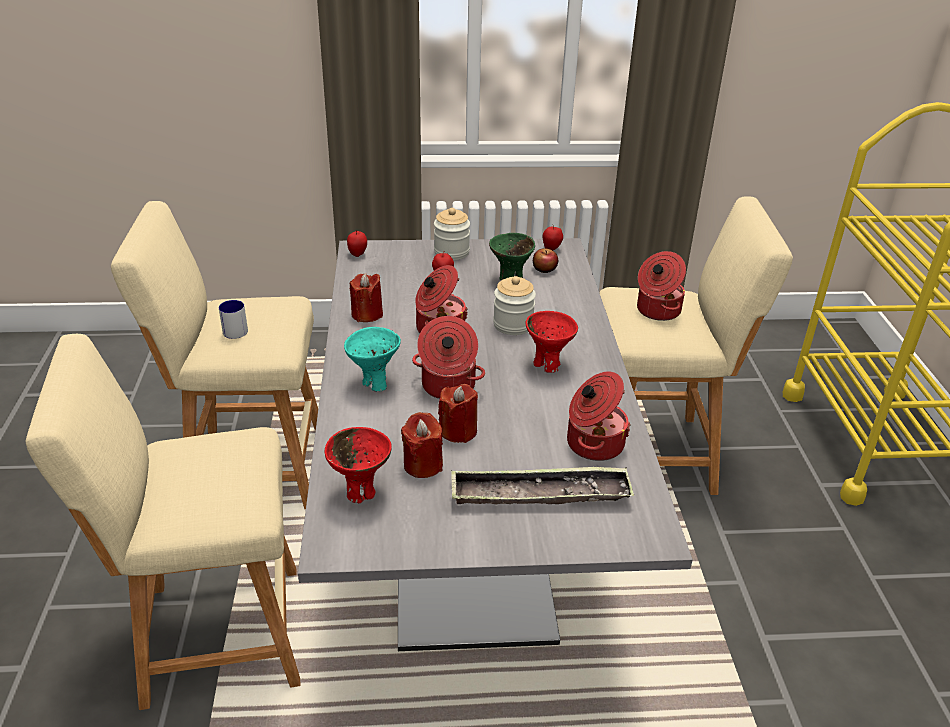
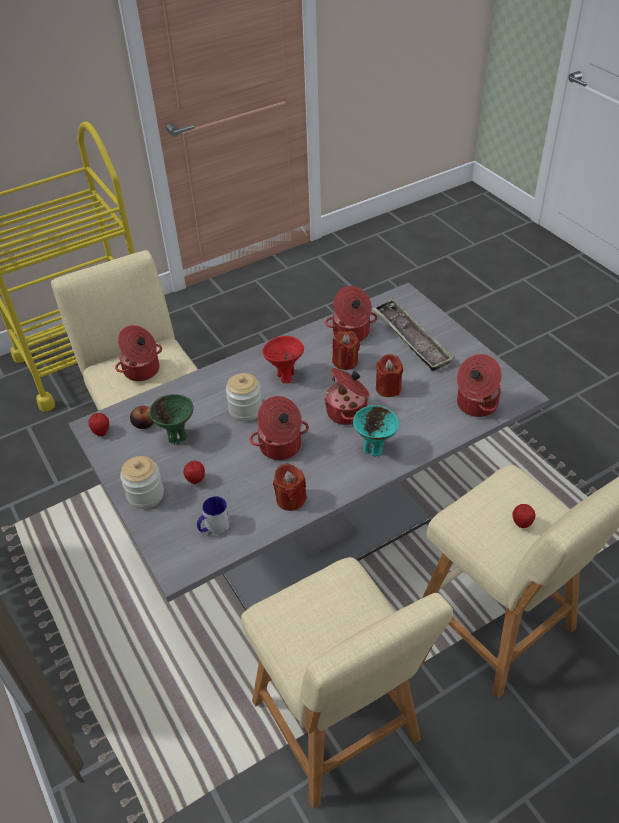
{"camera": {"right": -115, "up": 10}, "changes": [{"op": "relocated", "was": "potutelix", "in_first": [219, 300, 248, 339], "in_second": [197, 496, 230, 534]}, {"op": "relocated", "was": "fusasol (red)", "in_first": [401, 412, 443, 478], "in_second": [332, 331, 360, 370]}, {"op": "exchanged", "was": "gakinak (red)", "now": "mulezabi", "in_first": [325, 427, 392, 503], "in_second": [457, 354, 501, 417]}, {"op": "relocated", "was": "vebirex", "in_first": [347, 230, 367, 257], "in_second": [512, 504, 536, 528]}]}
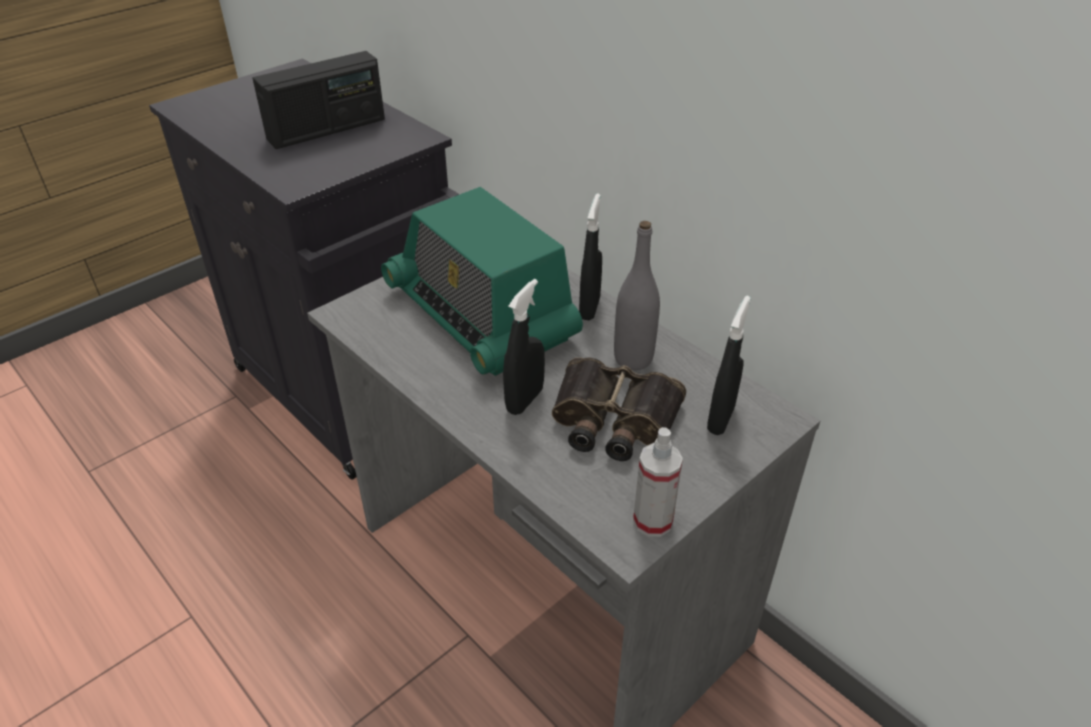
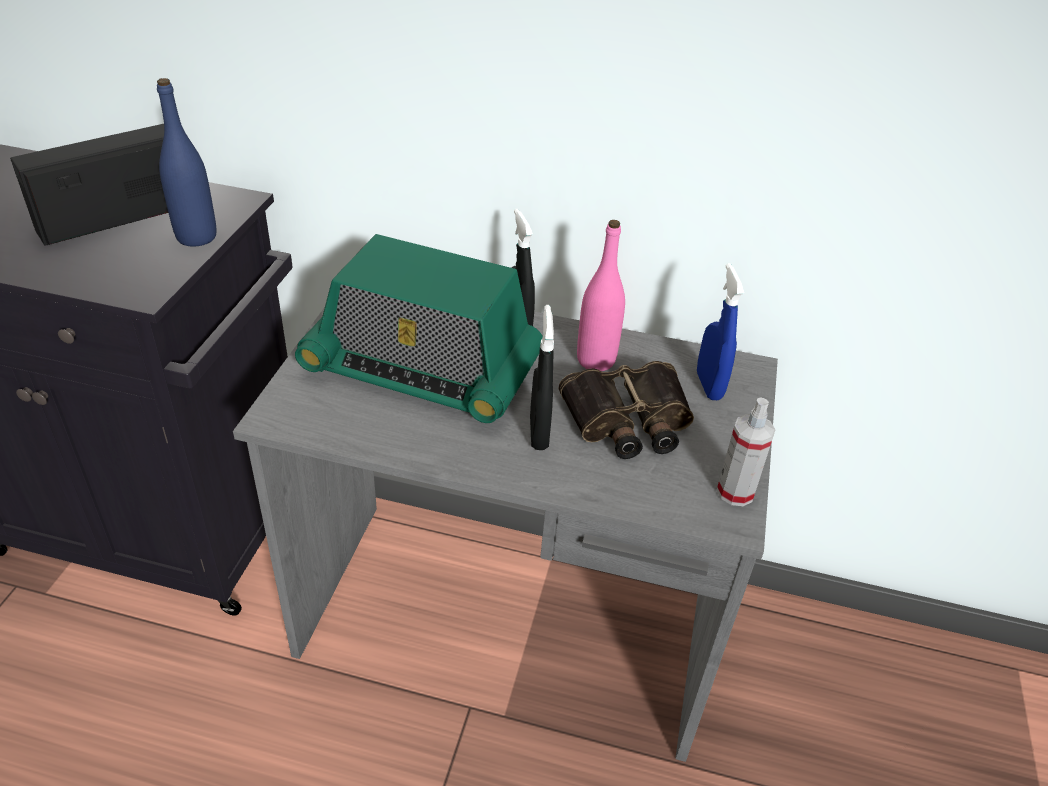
{"camera": {"right": -35, "up": 0}, "changes": [{"op": "spun", "was": "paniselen", "in_first": [252, 51, 385, 149], "in_second": [10, 124, 168, 246], "clockwise": -150}, {"op": "appeared", "now": "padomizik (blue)", "in_second": [157, 78, 217, 247]}, {"op": "colour", "was": "padomizik (grey)", "now": "padomizik (pink)", "in_first": [614, 221, 660, 370], "in_second": [577, 220, 625, 371]}, {"op": "colour", "was": "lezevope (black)", "now": "lezevope (blue)", "in_first": [707, 296, 751, 435], "in_second": [697, 263, 744, 400]}]}
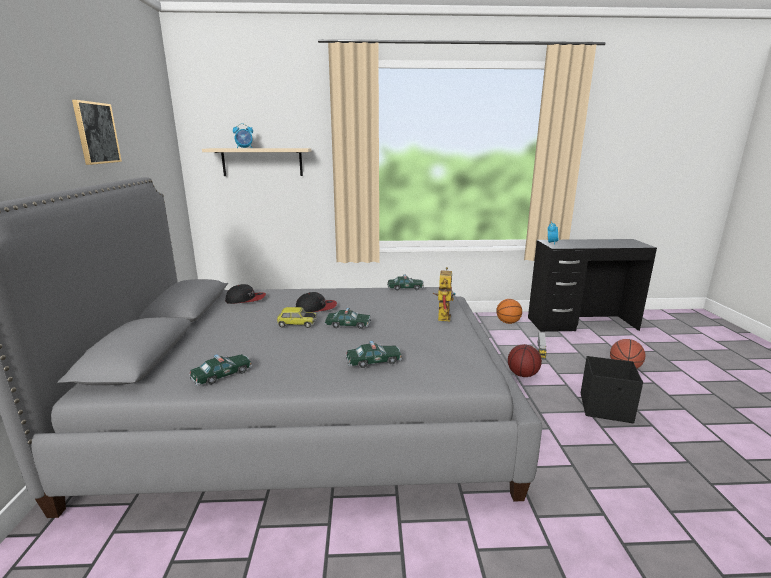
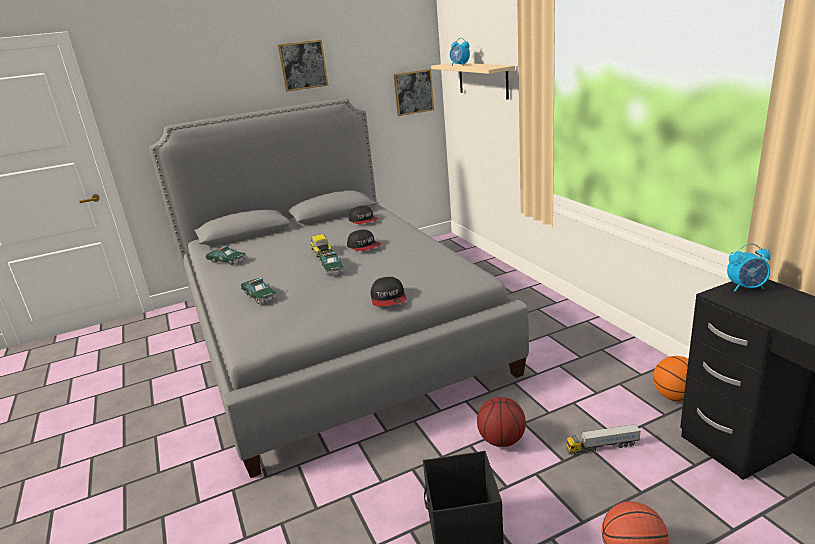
{"camera": {"right": 70, "up": 5}, "changes": [{"op": "exchanged", "was": "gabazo", "now": "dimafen", "in_first": [433, 267, 456, 321], "in_second": [371, 277, 406, 306]}, {"op": "appeared", "now": "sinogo", "in_second": [394, 69, 434, 116]}, {"op": "missing", "was": "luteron", "in_first": [387, 275, 424, 291]}]}
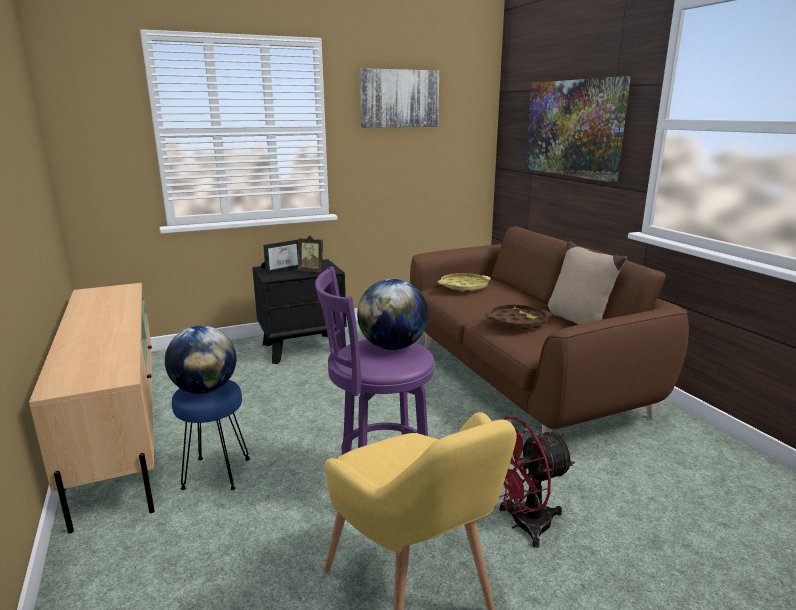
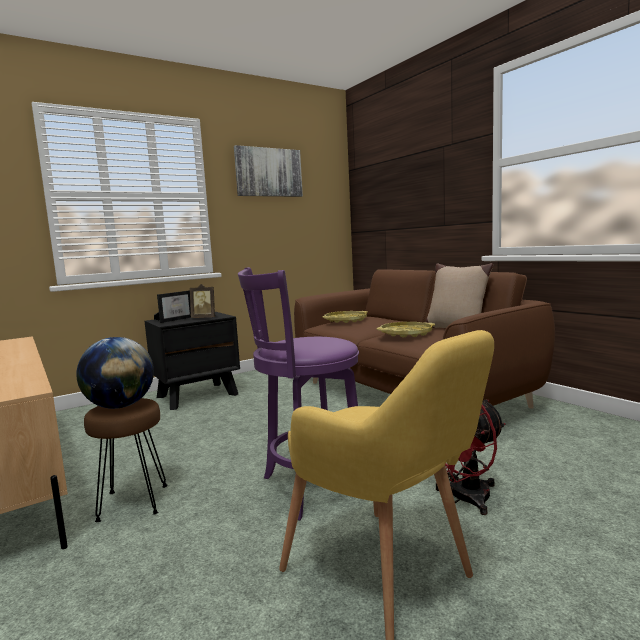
{"camera": {"right": -10, "up": -10}, "changes": [{"op": "colour", "was": "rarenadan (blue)", "now": "rarenadan (brown)", "in_first": [172, 380, 250, 490], "in_second": [84, 398, 167, 522]}, {"op": "colour", "was": "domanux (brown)", "now": "domanux (yellow)", "in_first": [485, 304, 552, 330], "in_second": [377, 322, 435, 338]}, {"op": "missing", "was": "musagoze", "in_first": [357, 279, 428, 350]}, {"op": "missing", "was": "sinogo", "in_first": [525, 76, 631, 182]}]}
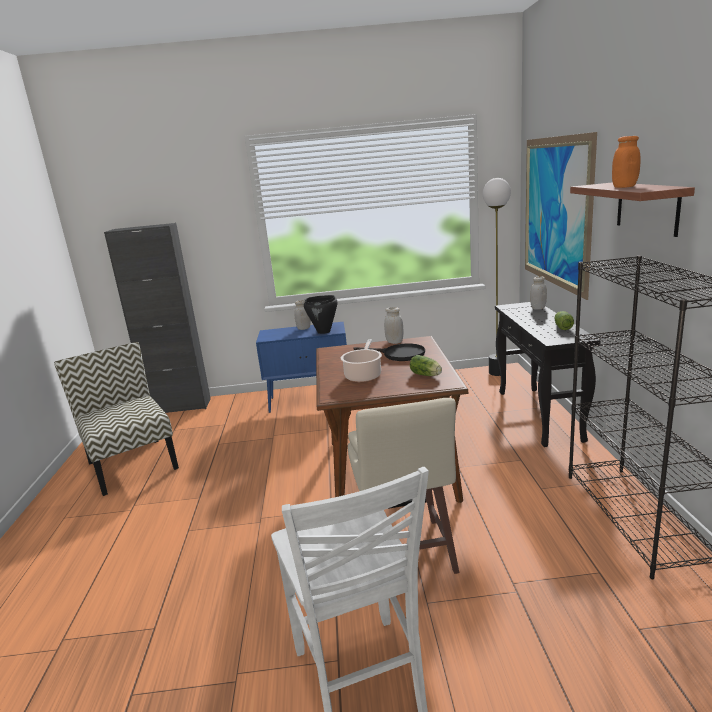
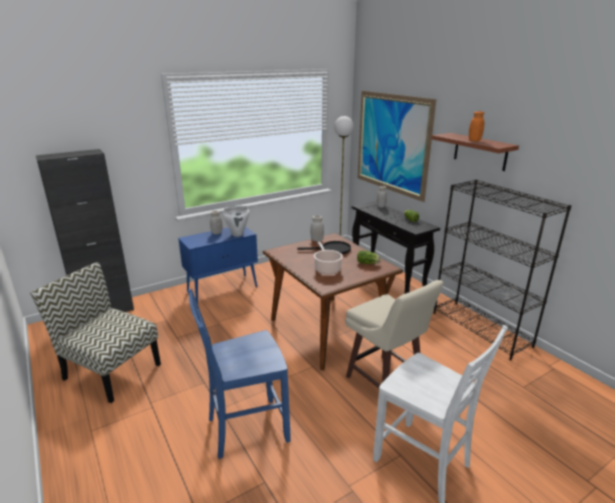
{"camera": {"right": -30, "up": 5}, "changes": [{"op": "appeared", "now": "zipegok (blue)", "in_second": [188, 289, 291, 459]}, {"op": "colour", "was": "mulezabi (black)", "now": "mulezabi (white)", "in_first": [304, 295, 337, 334], "in_second": [223, 206, 249, 237]}]}
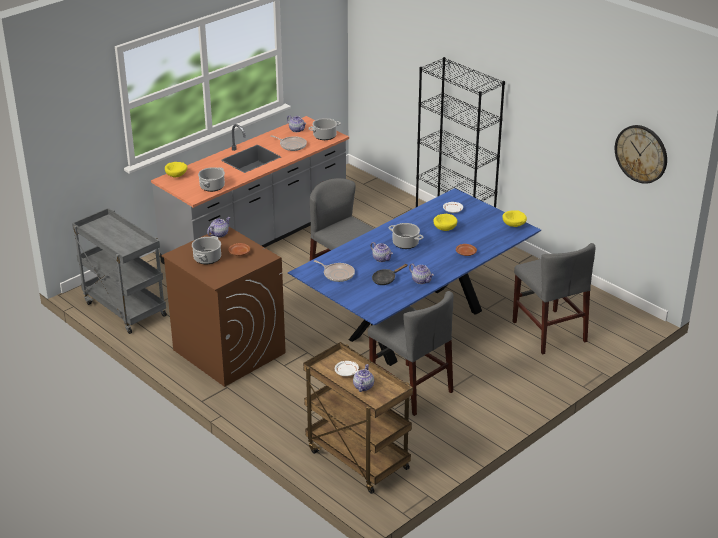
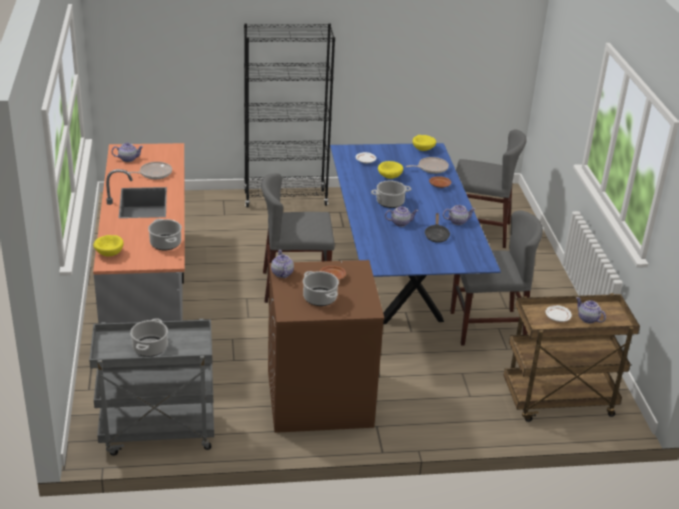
{"camera": {"right": -55, "up": 0}, "changes": [{"op": "relocated", "was": "mulezabi", "in_first": [308, 118, 341, 140], "in_second": [130, 318, 168, 357]}, {"op": "relocated", "was": "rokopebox", "in_first": [314, 260, 355, 282], "in_second": [405, 157, 449, 174]}, {"op": "missing", "was": "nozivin", "in_first": [615, 125, 667, 184]}]}
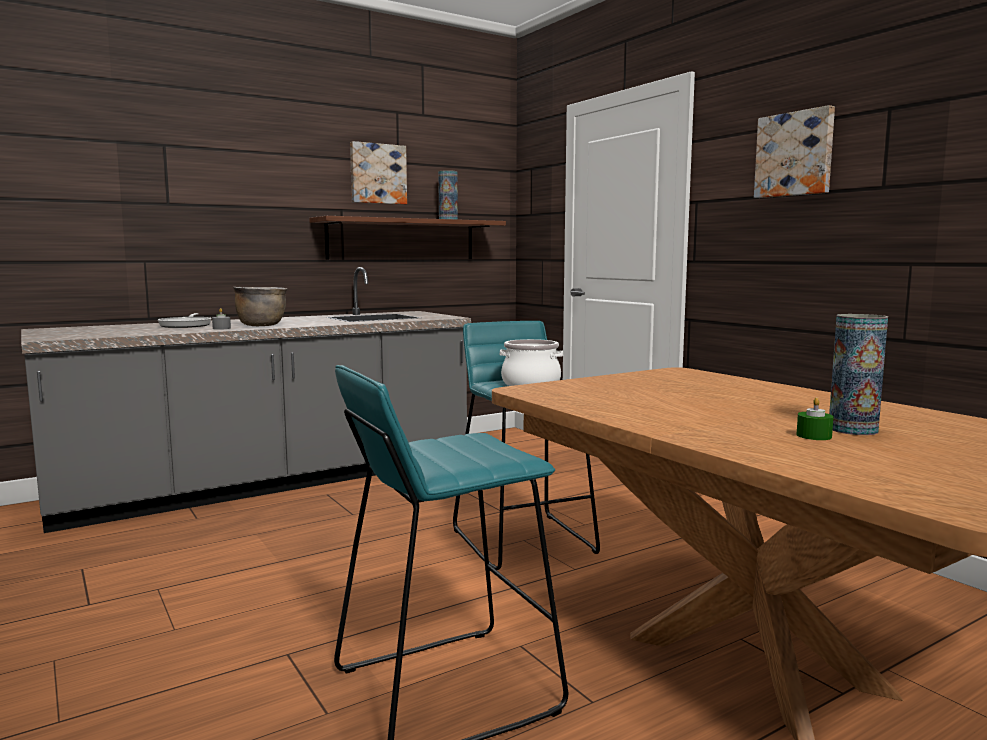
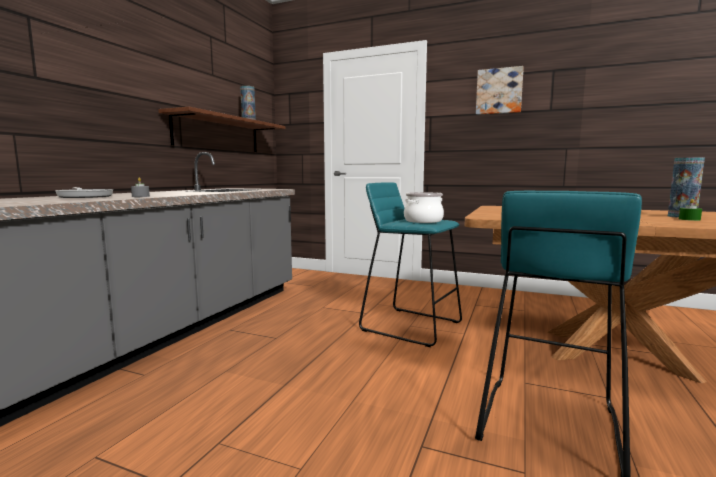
{"camera": {"right": -35, "up": 0}, "changes": [{"op": "missing", "was": "mulezabi (brown)", "in_first": [233, 287, 287, 326]}, {"op": "missing", "was": "sinogo", "in_first": [350, 141, 407, 205]}]}
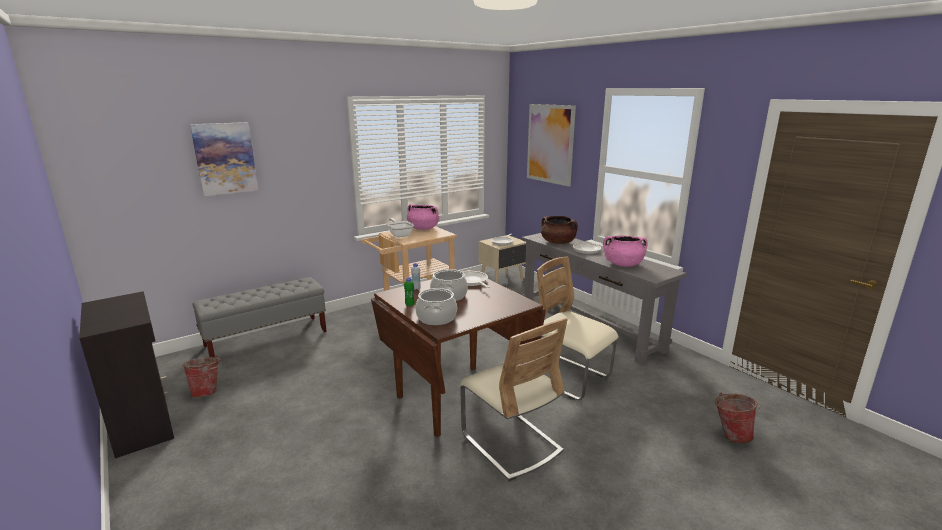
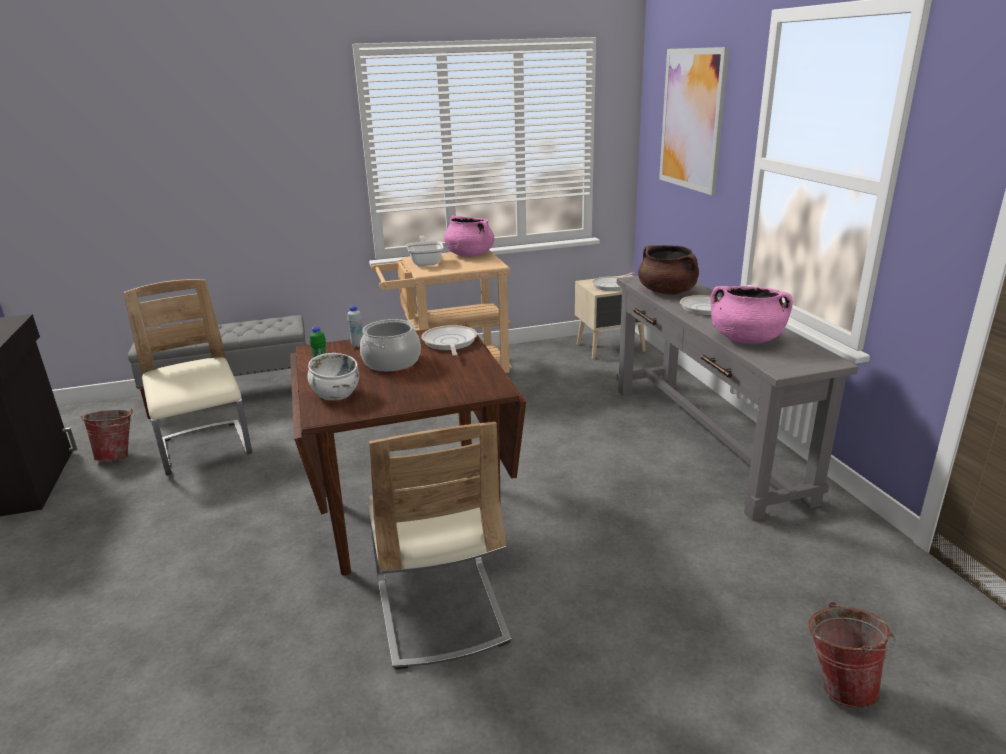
{"camera": {"right": 20, "up": 5}, "changes": [{"op": "relocated", "was": "zipegok (beige)", "in_first": [537, 257, 618, 400], "in_second": [124, 279, 252, 476]}, {"op": "exchanged", "was": "mulezabi", "now": "gakinak (white)", "in_first": [415, 288, 457, 325], "in_second": [307, 353, 359, 401]}, {"op": "missing", "was": "sinogo", "in_first": [190, 122, 258, 196]}]}
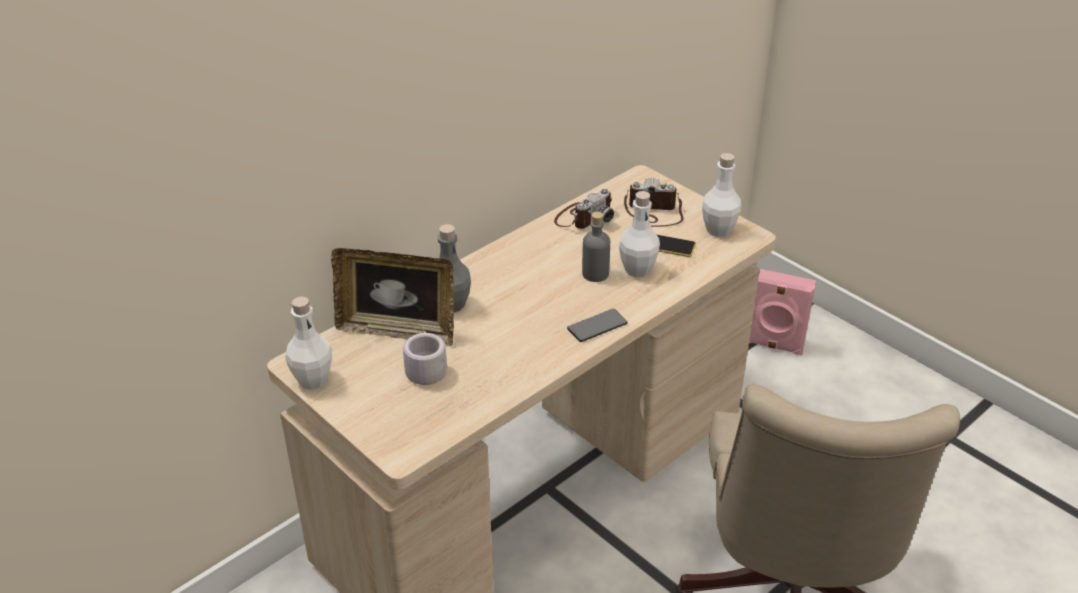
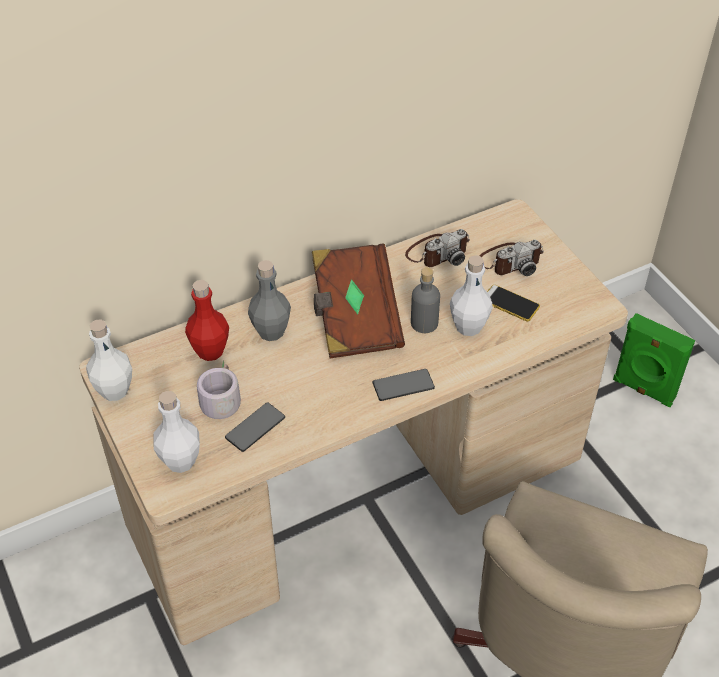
{"camera": {"right": 15, "up": 10}, "changes": [{"op": "relocated", "was": "padomizik (white)", "in_first": [702, 153, 741, 237], "in_second": [153, 391, 200, 473]}, {"op": "exchanged", "was": "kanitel", "now": "padomizik (red)", "in_first": [331, 248, 454, 346], "in_second": [185, 280, 229, 361]}, {"op": "appeared", "now": "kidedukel", "in_second": [225, 403, 285, 452]}, {"op": "appeared", "now": "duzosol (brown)", "in_second": [312, 244, 405, 358]}, {"op": "spun", "was": "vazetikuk", "in_first": [624, 178, 684, 227], "in_second": [479, 240, 544, 276], "clockwise": 135}, {"op": "colour", "was": "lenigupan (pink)", "now": "lenigupan (green)", "in_first": [749, 269, 816, 355], "in_second": [613, 313, 695, 407]}]}
